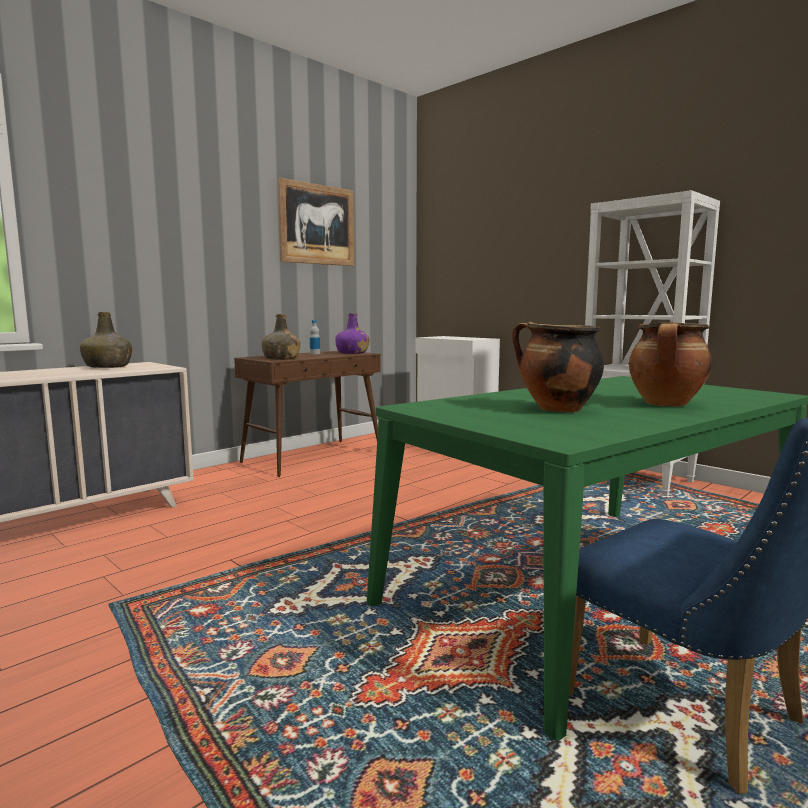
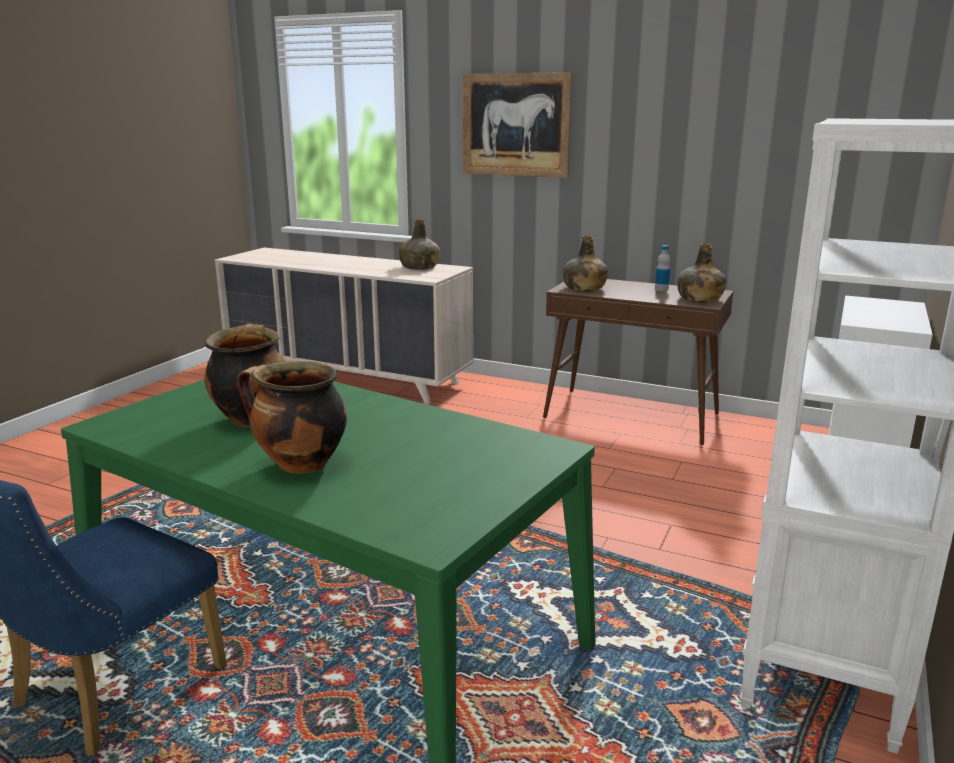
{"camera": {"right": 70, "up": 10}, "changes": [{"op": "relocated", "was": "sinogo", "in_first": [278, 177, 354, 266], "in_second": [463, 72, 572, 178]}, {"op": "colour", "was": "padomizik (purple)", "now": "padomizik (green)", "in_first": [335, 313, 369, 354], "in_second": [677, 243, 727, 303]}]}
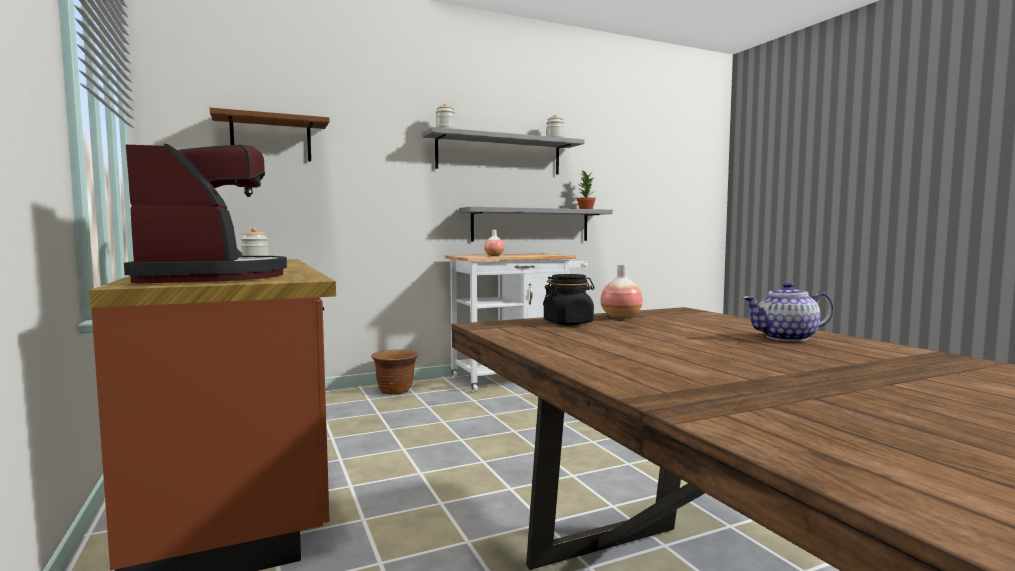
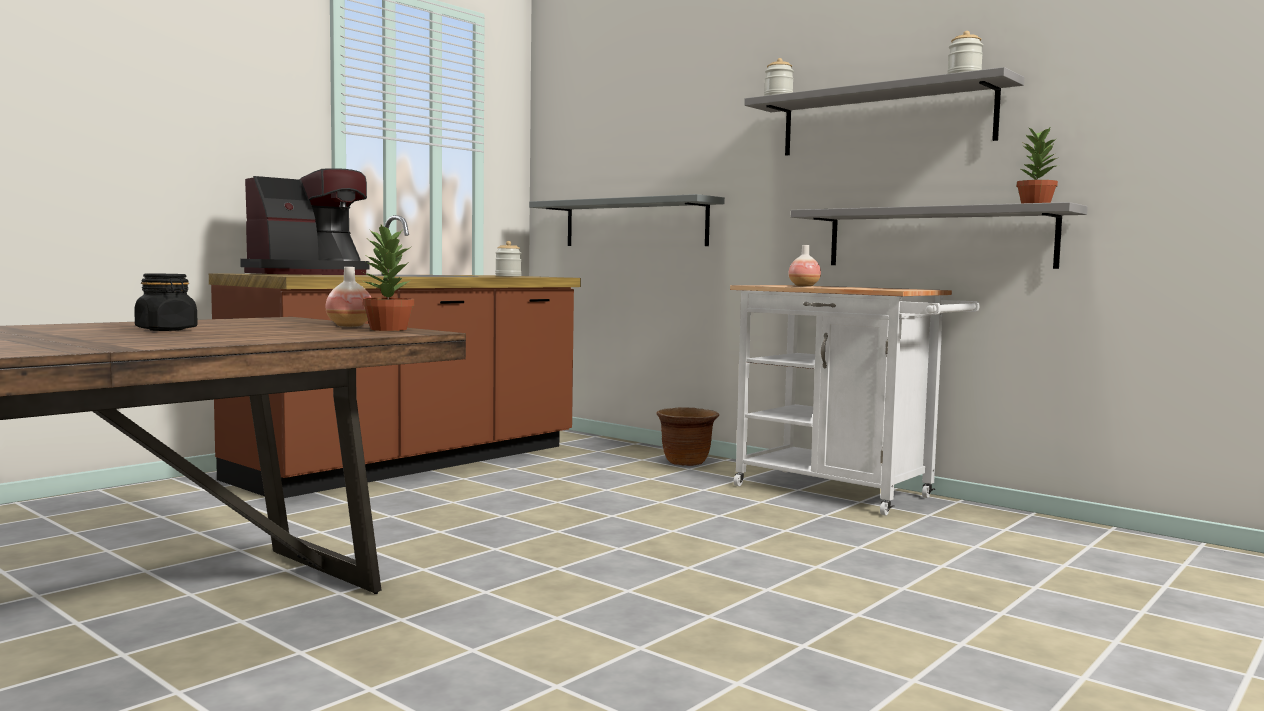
{"camera": {"right": 65, "up": 0}, "changes": [{"op": "relocated", "was": "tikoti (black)", "in_first": [543, 274, 594, 325], "in_second": [134, 274, 198, 331]}, {"op": "appeared", "now": "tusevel", "in_second": [361, 225, 414, 331]}, {"op": "appeared", "now": "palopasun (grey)", "in_second": [529, 194, 725, 246]}, {"op": "missing", "was": "palopasun (brown)", "in_first": [210, 108, 330, 162]}, {"op": "missing", "was": "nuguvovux", "in_first": [743, 282, 833, 342]}]}
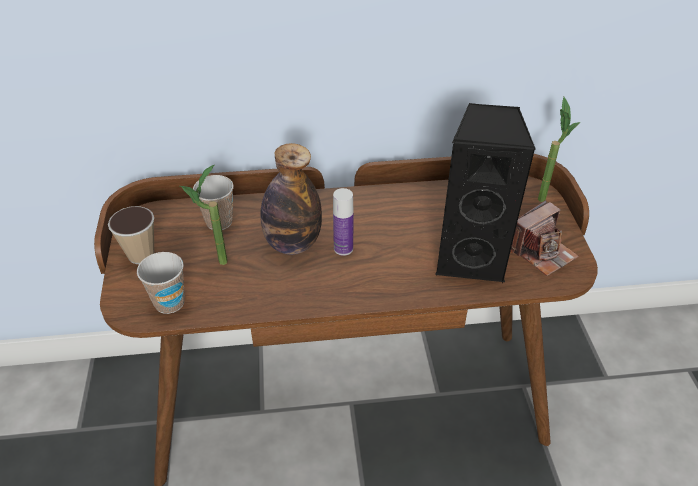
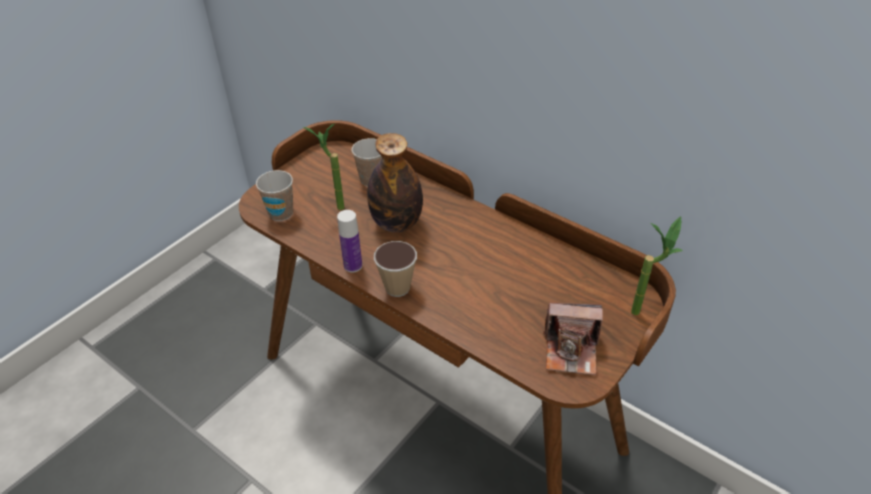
{"camera": {"right": 45, "up": 0}, "changes": [{"op": "relocated", "was": "padomizik", "in_first": [333, 188, 354, 256], "in_second": [337, 210, 362, 273]}, {"op": "relocated", "was": "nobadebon", "in_first": [108, 206, 154, 264], "in_second": [374, 241, 417, 297]}, {"op": "missing", "was": "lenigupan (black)", "in_first": [435, 103, 536, 284]}]}
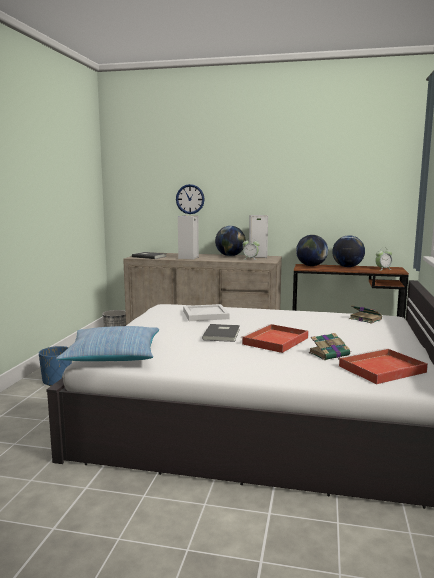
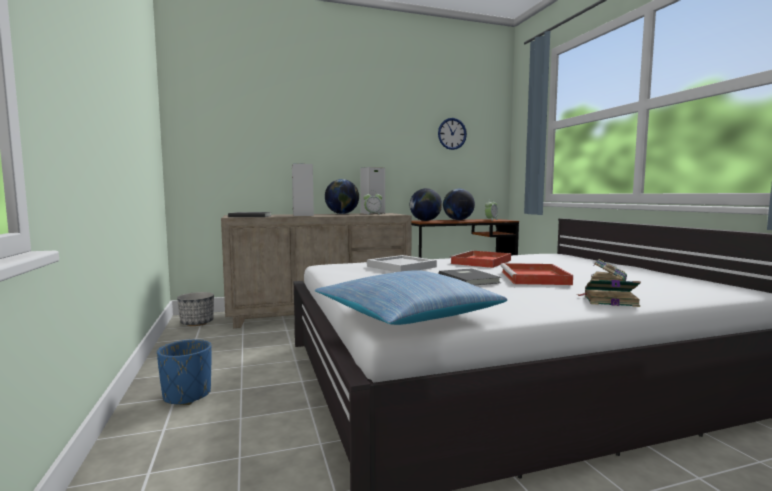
{"camera": {"right": -30, "up": -5}, "changes": [{"op": "relocated", "was": "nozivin", "in_first": [176, 184, 205, 214], "in_second": [438, 118, 467, 150]}, {"op": "relocated", "was": "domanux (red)", "in_first": [338, 348, 428, 384], "in_second": [449, 250, 511, 268]}, {"op": "relocated", "was": "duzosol", "in_first": [349, 305, 382, 324], "in_second": [577, 279, 641, 307]}]}
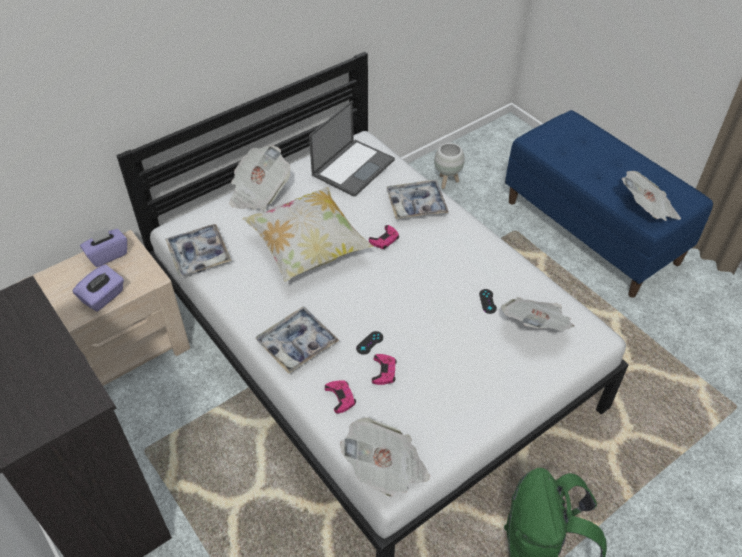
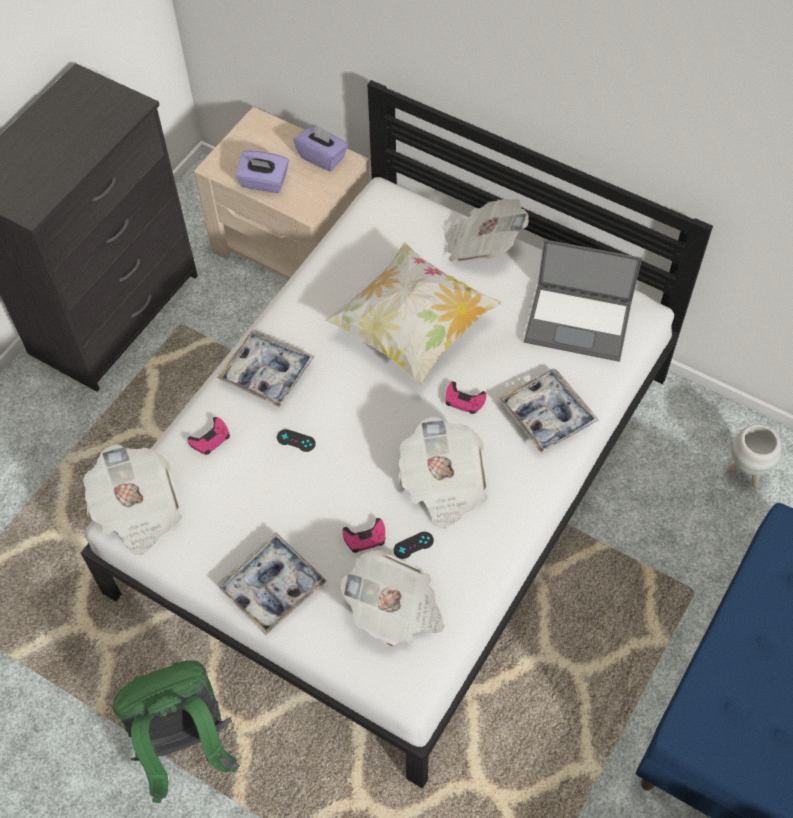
{"camera": {"right": 70, "up": 10}, "changes": [{"op": "relocated", "was": "domanux", "in_first": [165, 224, 232, 276], "in_second": [217, 533, 327, 635]}, {"op": "relocated", "was": "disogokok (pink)", "in_first": [372, 354, 397, 385], "in_second": [342, 518, 385, 553]}, {"op": "relocated", "was": "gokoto", "in_first": [622, 171, 681, 221], "in_second": [399, 416, 488, 529]}]}
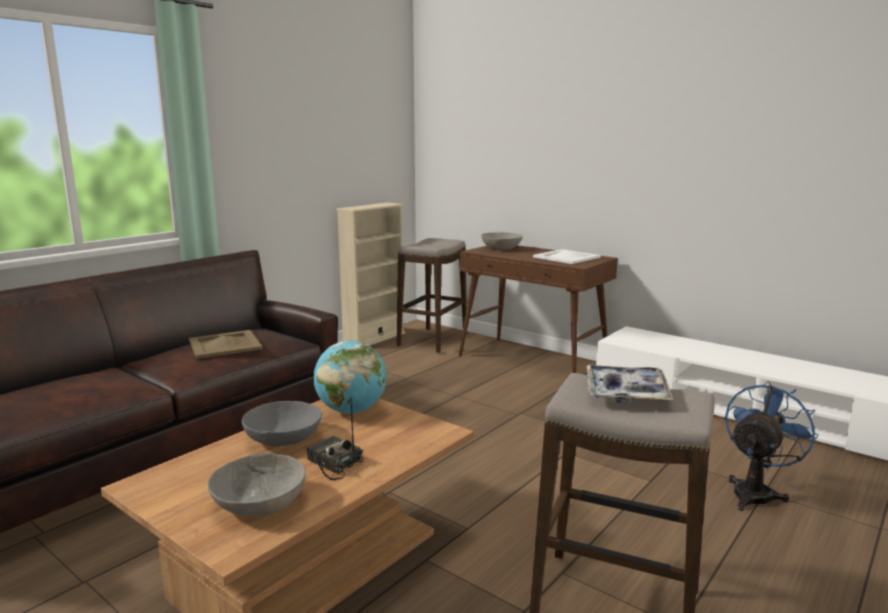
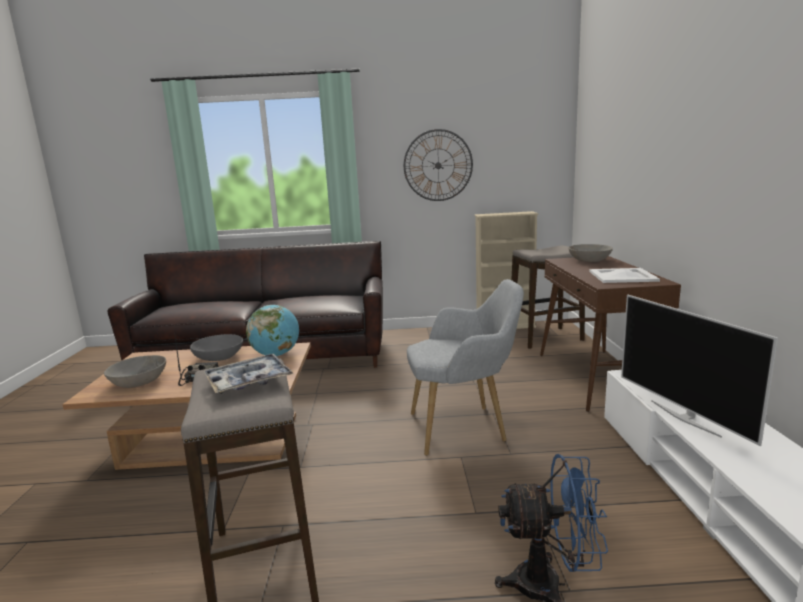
{"camera": {"right": 50, "up": 0}, "changes": [{"op": "appeared", "now": "nozivin", "in_second": [404, 129, 473, 201]}, {"op": "appeared", "now": "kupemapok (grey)", "in_second": [407, 279, 524, 456]}, {"op": "appeared", "now": "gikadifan", "in_second": [621, 295, 778, 446]}, {"op": "missing", "was": "domanux (beige)", "in_first": [189, 330, 263, 359]}]}
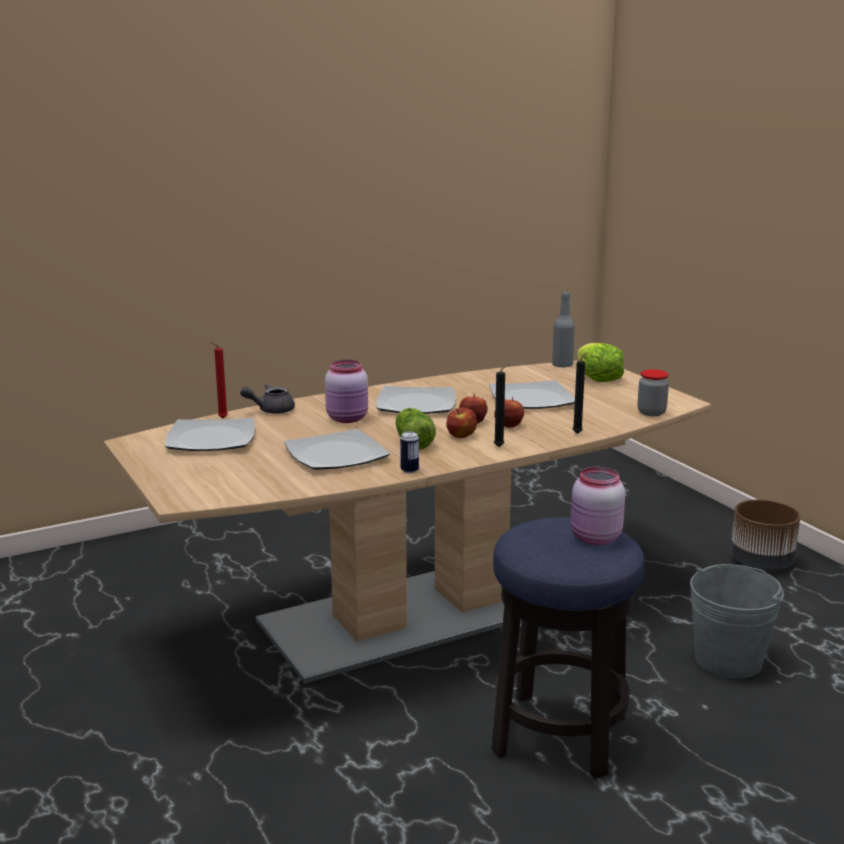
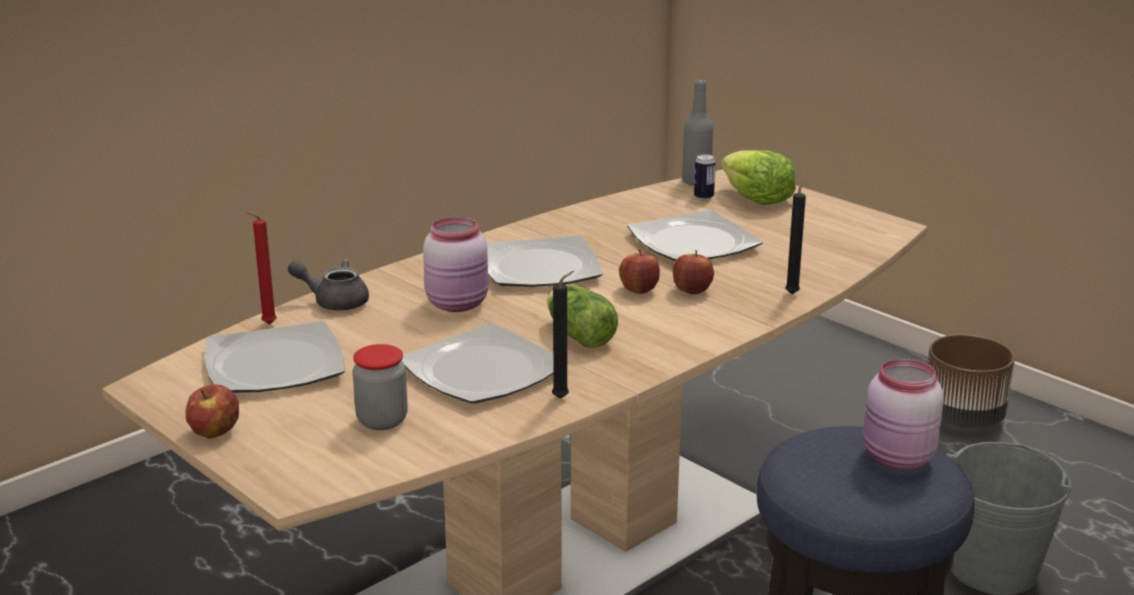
{"camera": {"right": -15, "up": 5}, "changes": [{"op": "relocated", "was": "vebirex", "in_first": [446, 408, 477, 438], "in_second": [185, 384, 239, 439]}, {"op": "spun", "was": "nuguvovux (grey)", "in_first": [240, 383, 295, 414], "in_second": [288, 259, 369, 310], "clockwise": 45}, {"op": "relocated", "was": "tikoti", "in_first": [637, 369, 669, 416], "in_second": [353, 344, 408, 430]}, {"op": "relocated", "was": "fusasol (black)", "in_first": [494, 364, 510, 447], "in_second": [552, 271, 574, 399]}, {"op": "relocated", "was": "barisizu", "in_first": [400, 432, 419, 473], "in_second": [694, 154, 716, 200]}]}
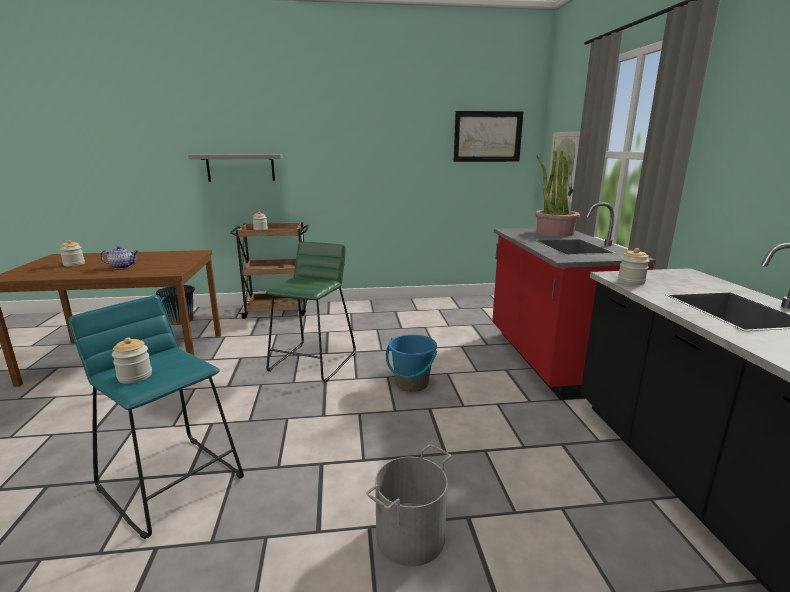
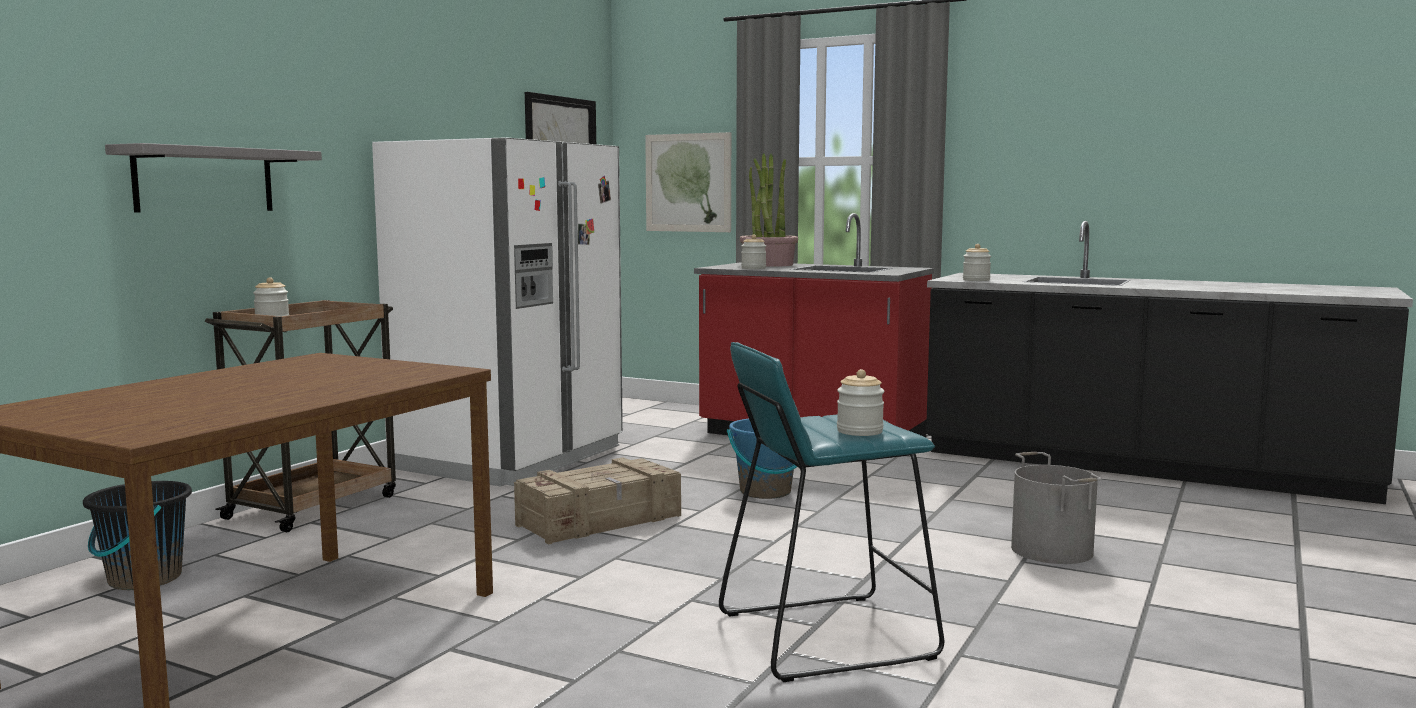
{"camera": {"right": -55, "up": -10}, "changes": [{"op": "appeared", "now": "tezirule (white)", "in_second": [372, 137, 623, 486]}, {"op": "exchanged", "was": "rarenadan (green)", "now": "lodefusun", "in_first": [266, 242, 356, 382], "in_second": [514, 458, 681, 545]}, {"op": "relocated", "was": "tikoti", "in_first": [59, 240, 85, 267], "in_second": [741, 234, 766, 269]}, {"op": "missing", "was": "nuguvovux", "in_first": [100, 246, 139, 269]}]}
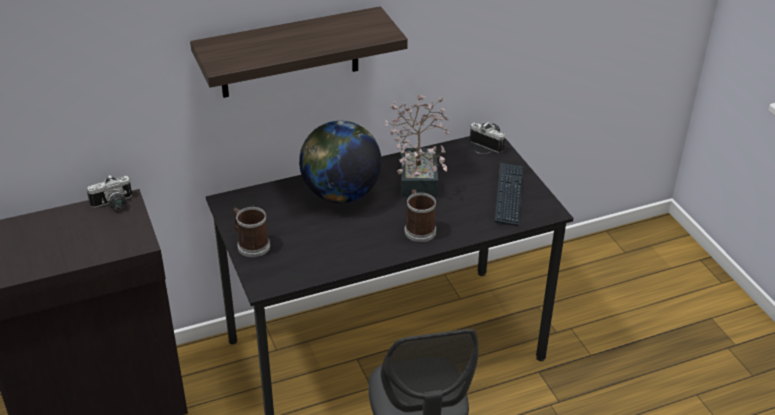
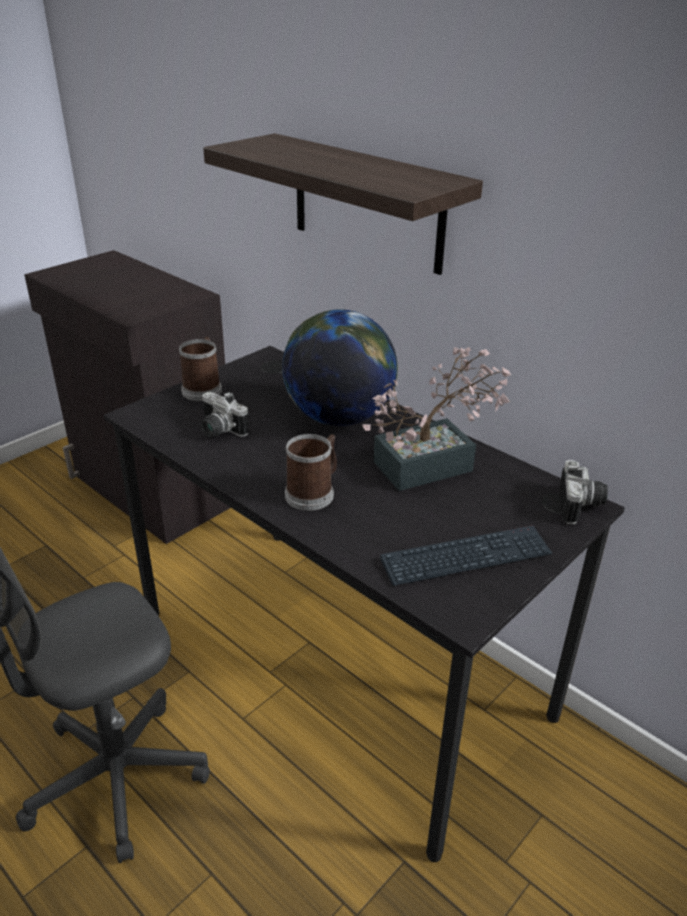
{"camera": {"right": 65, "up": -5}, "changes": [{"op": "relocated", "was": "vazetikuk", "in_first": [87, 174, 132, 210], "in_second": [201, 392, 249, 437]}]}
